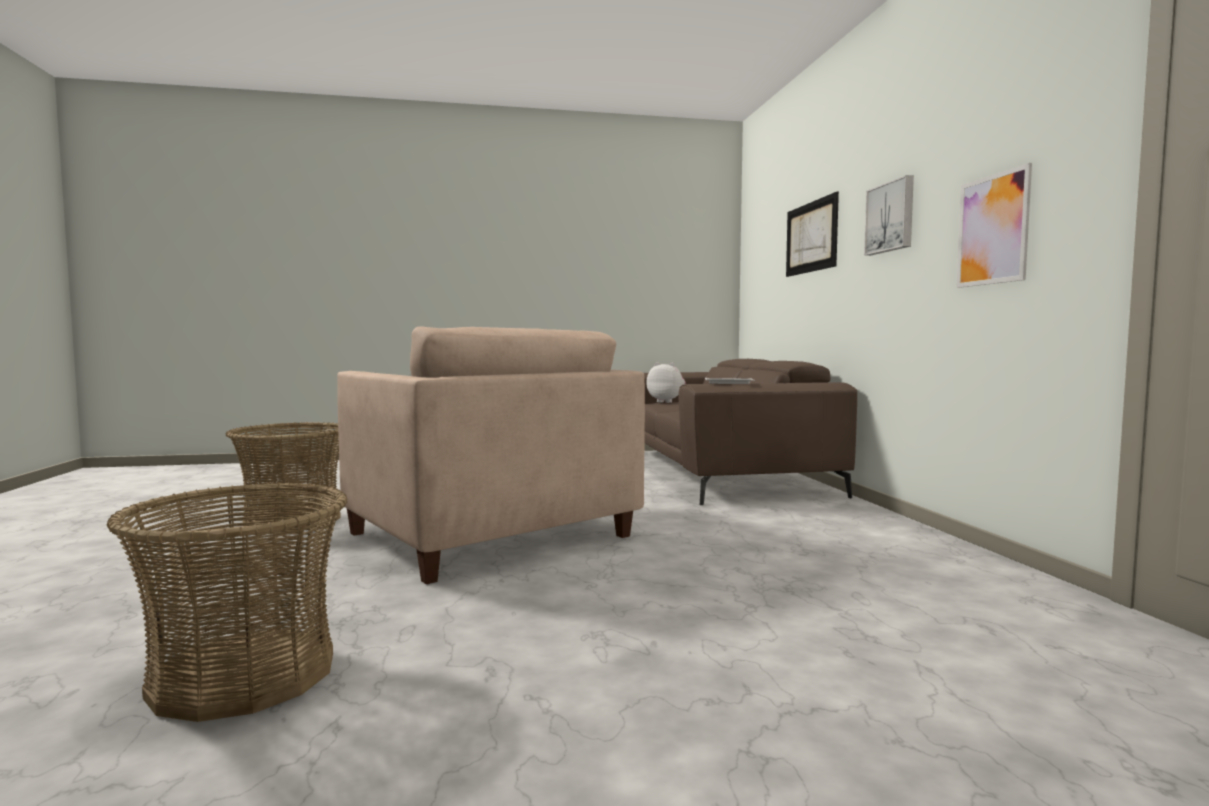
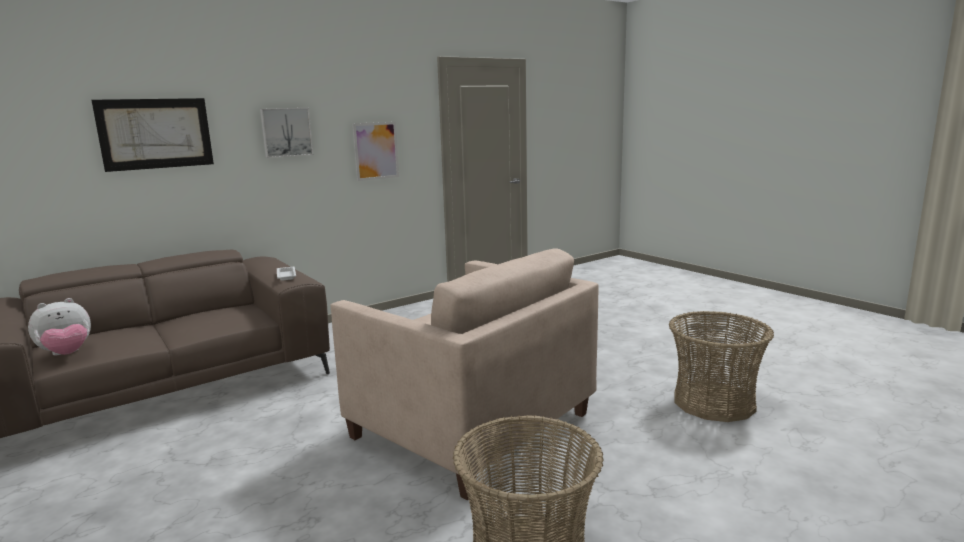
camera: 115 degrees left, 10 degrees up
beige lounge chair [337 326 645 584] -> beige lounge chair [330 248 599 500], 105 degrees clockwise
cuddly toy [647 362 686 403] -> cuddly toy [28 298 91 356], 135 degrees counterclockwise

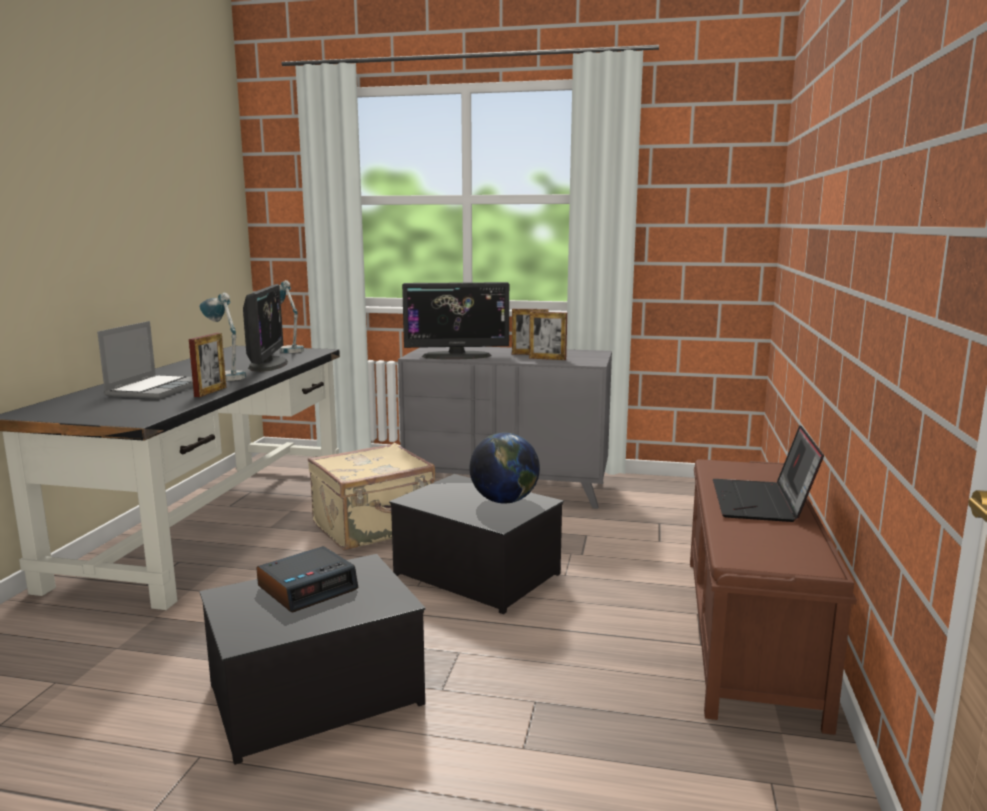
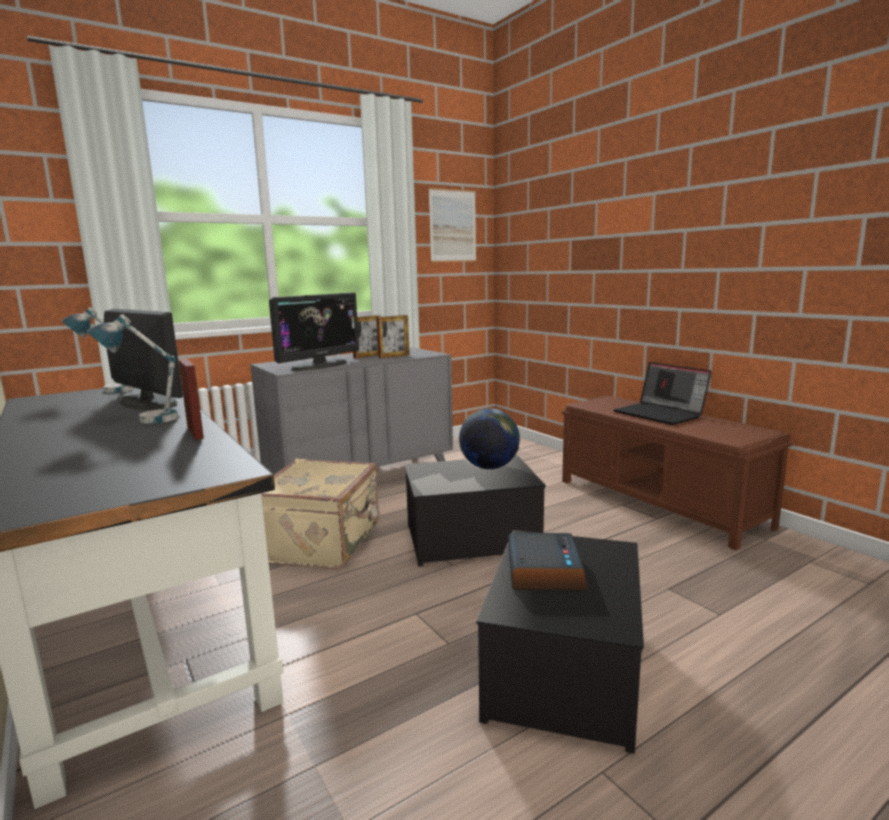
camera: 45 degrees left, 0 degrees up
laptop [97 321 193 399] -> none
none -> picture [429 188 476 262]

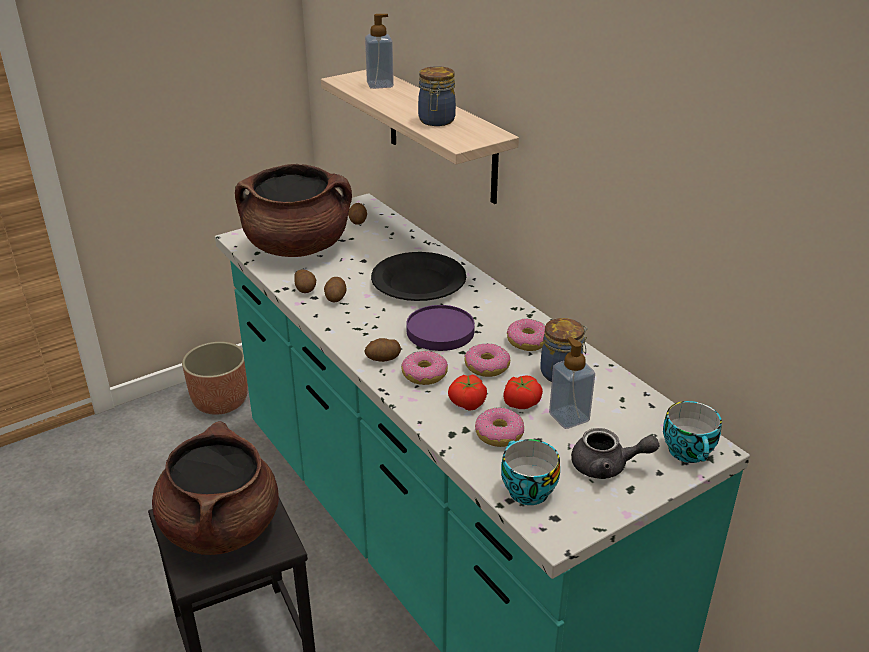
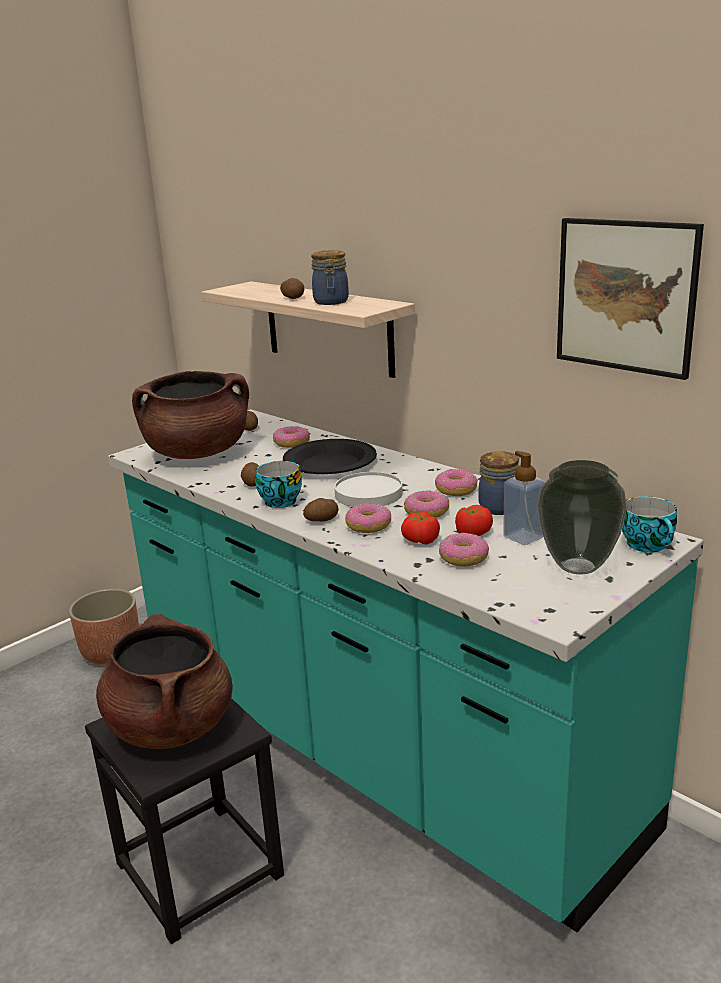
camera: 10 degrees left, 10 degrees down
soap bottle [365 14 394 89] -> none
spud [294 269 316 293] -> spud [280 278 304 299], relocated
purple-coloured flat dish [406 305 475 351] -> whitish flat dish [334 472 403 507]
greyish tea pot [571 428 659 479] -> vase [537 460 627 574]
cup [501 439 560 505] -> cup [255 461 302 508], relocated
none -> picture [557 218 704 380]
none -> ring doughnut [273 426 310 448]

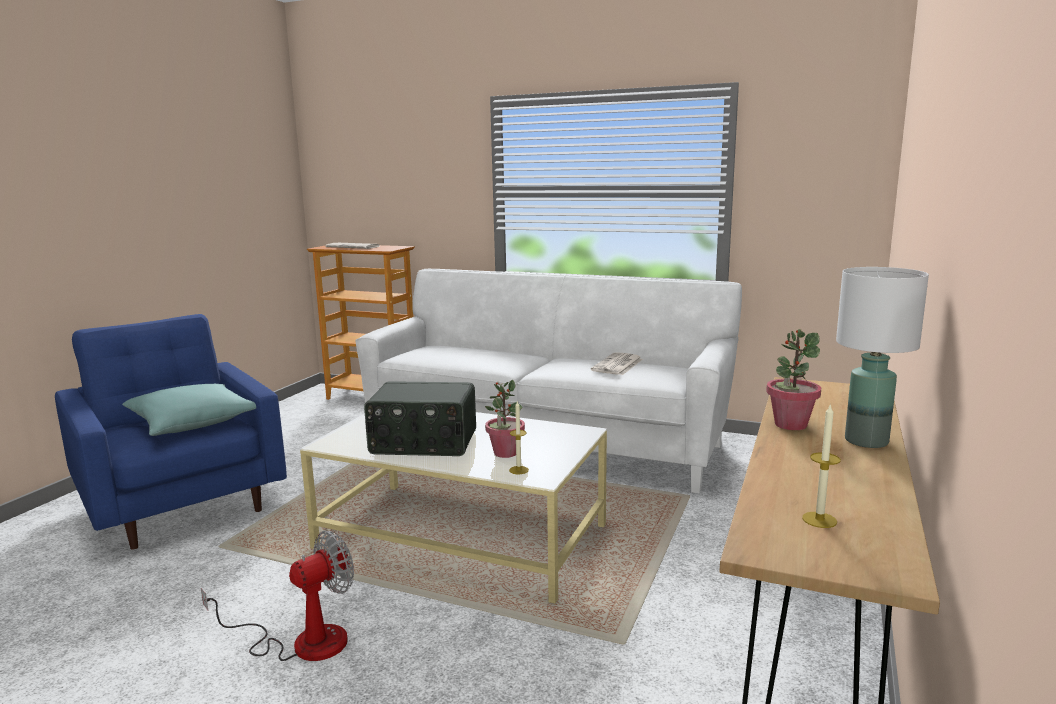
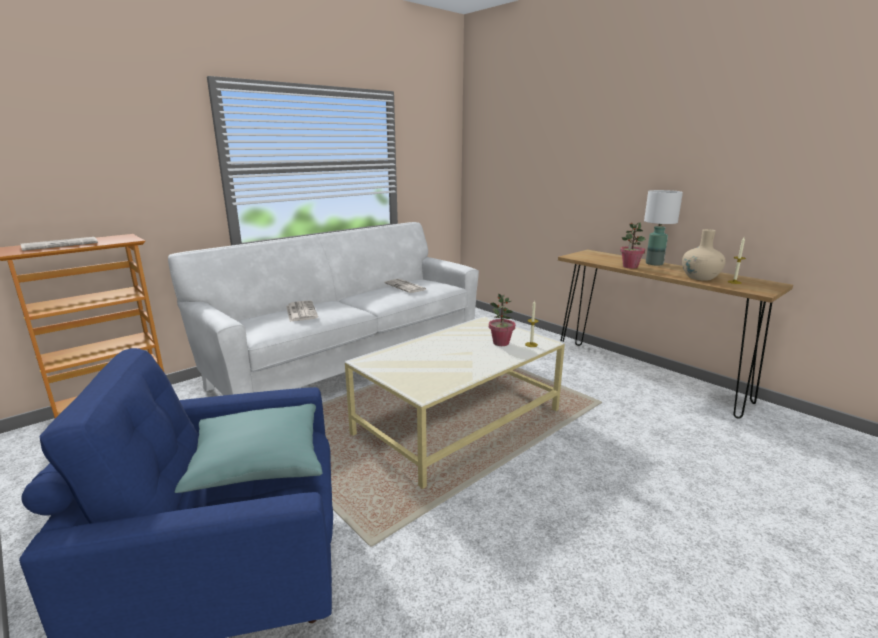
camera: 65 degrees left, 5 degrees up
radio receiver [364 381 476 456] -> none
fan [201 531 354 661] -> none
none -> beige vase [682 229 726 281]
none -> printed paper [286 301 318 321]

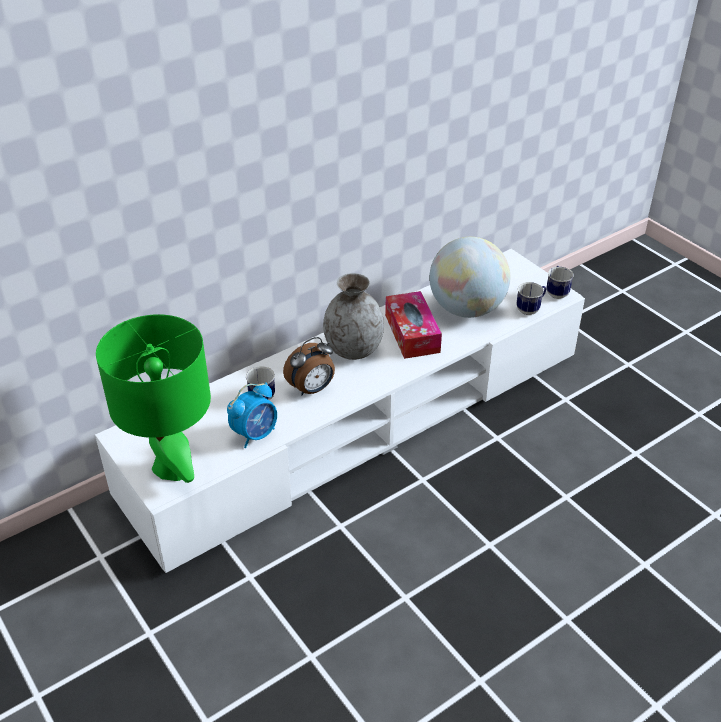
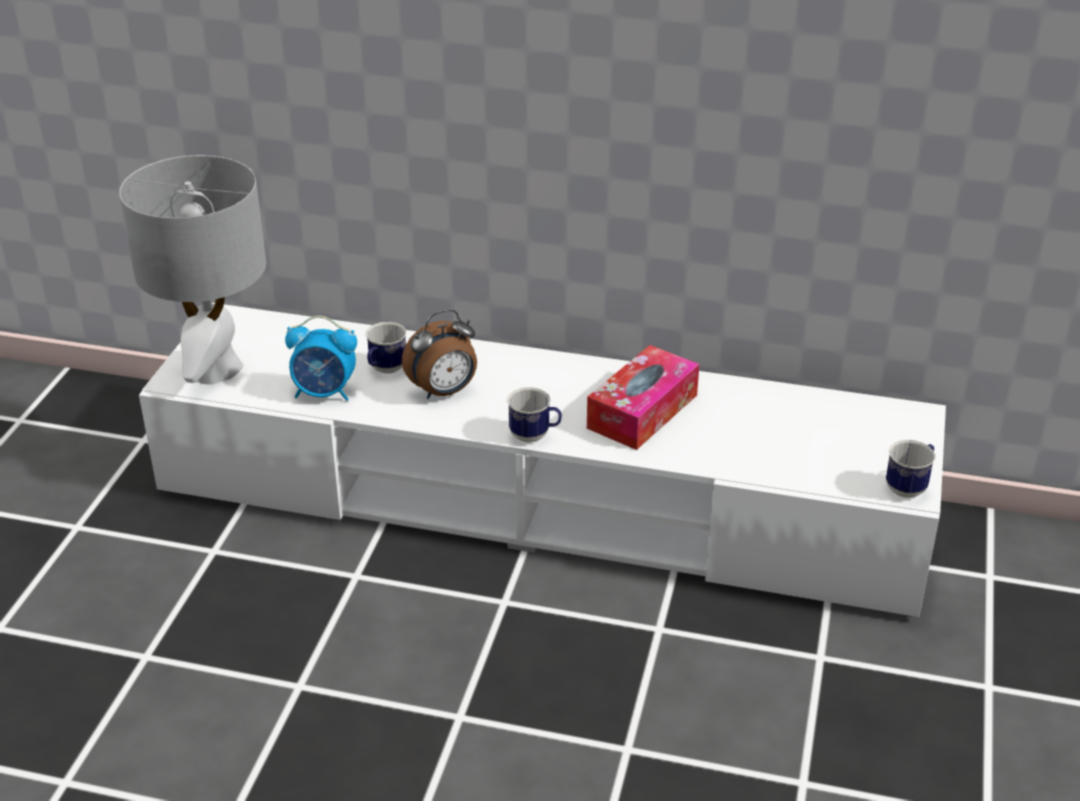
camera: 50 degrees right, 5 degrees down
desk globe [429 237 510 318] -> none
greyish vase [323 273 384 360] -> none
mug [516 282 546 315] -> mug [507 387 562 443], relocated
green-coloured table lamp [96 314 211 483] -> greyish table lamp [119 155 266 385]
table clock [283 337 335 395] -> table clock [402 309 477 399], 45 degrees counterclockwise

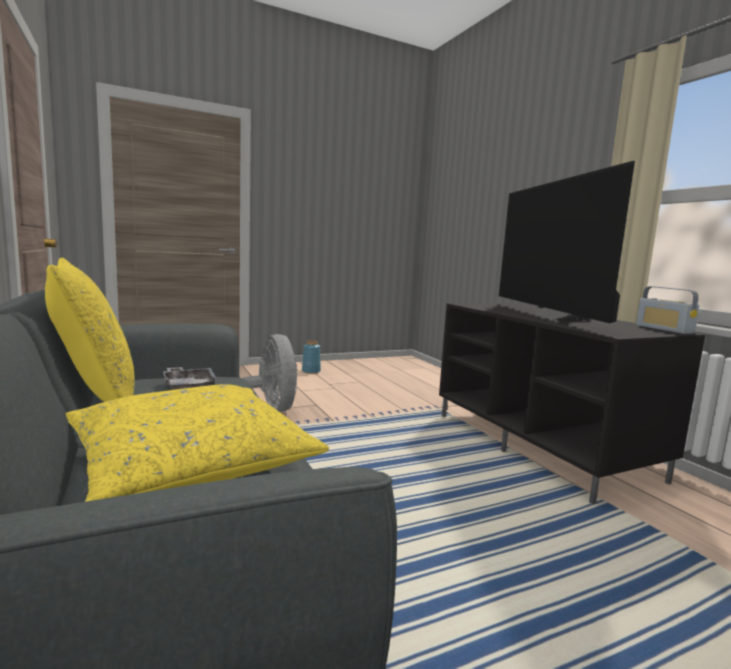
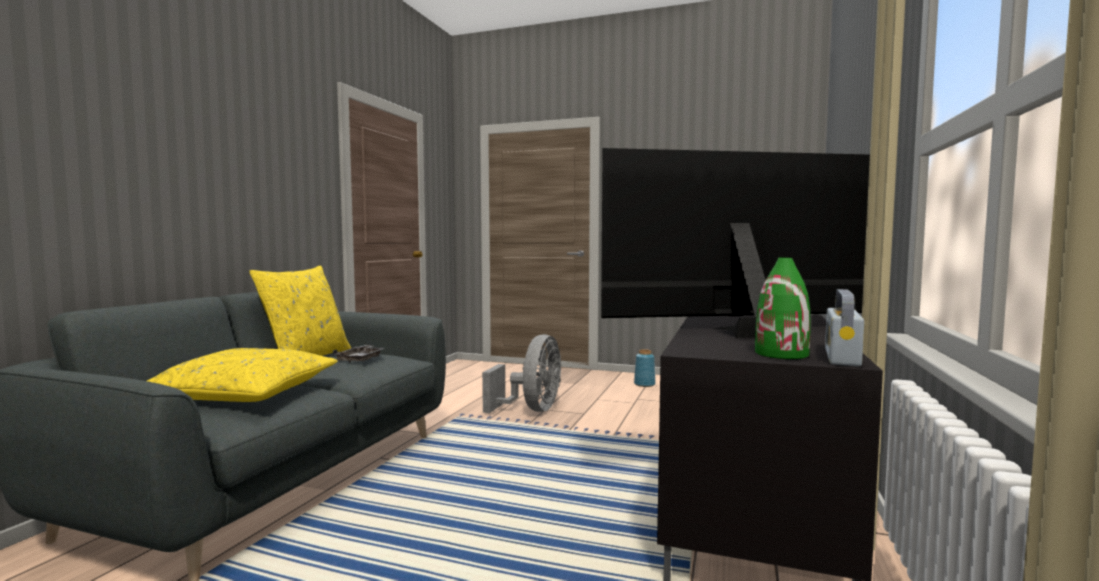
camera: 45 degrees right, 5 degrees down
TV [499 161 635 323] -> TV [601 148 870 338], 45 degrees clockwise
none -> green-coloured vase [755 258 810 359]

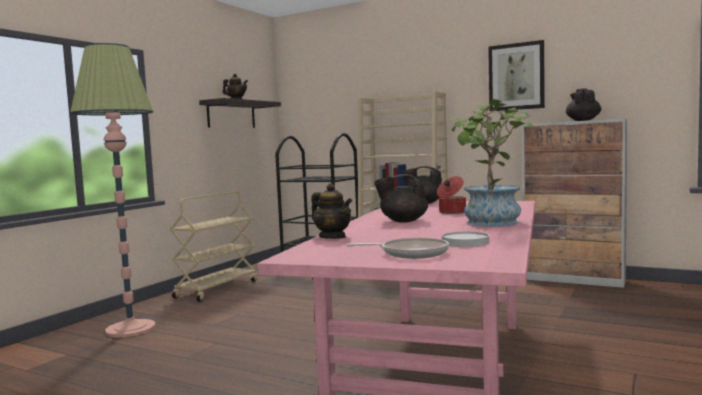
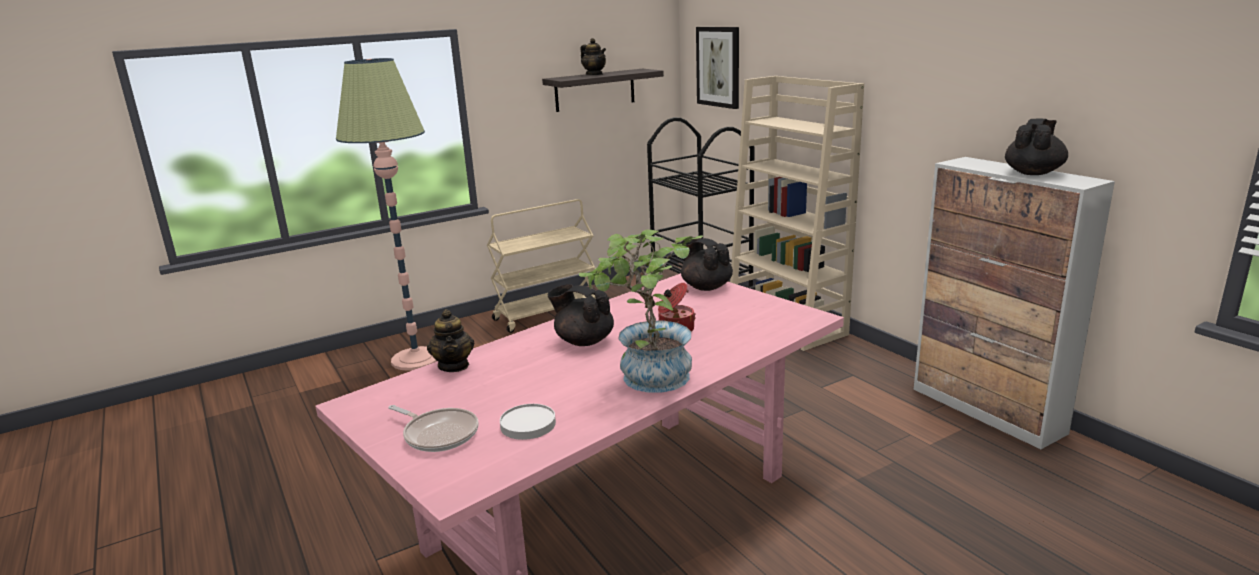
camera: 30 degrees right, 15 degrees up
picture [488 40 545 111] -> picture [696 27 739 109], relocated

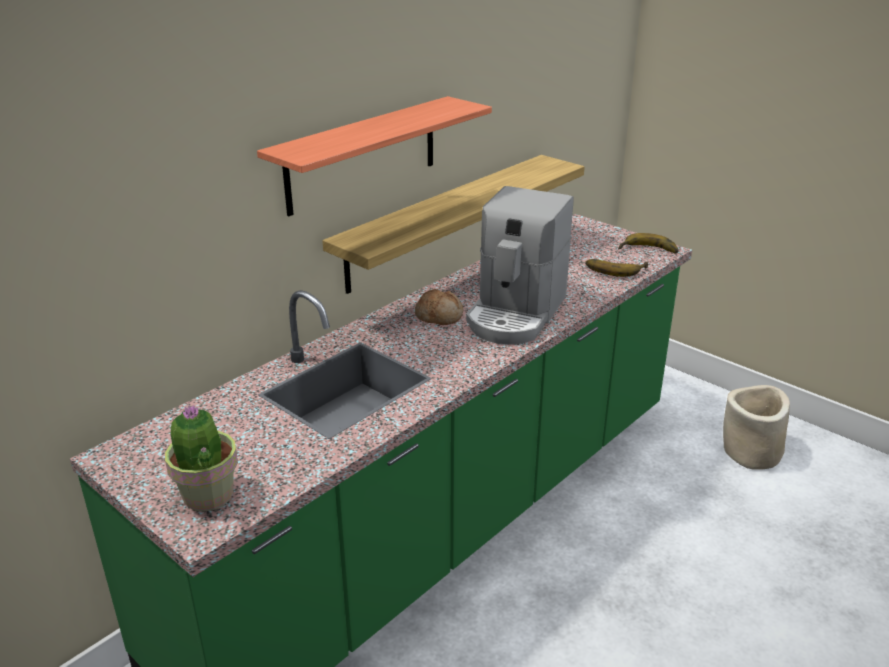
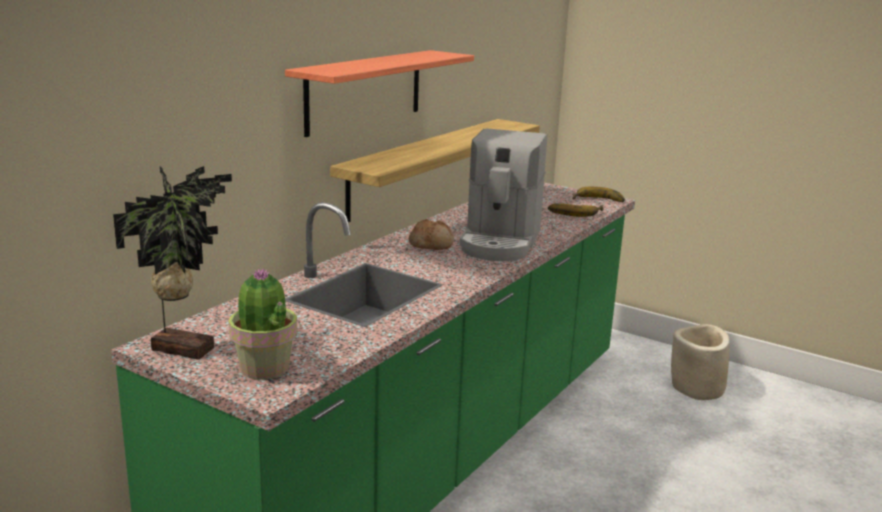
camera: 10 degrees left, 10 degrees down
none -> houseplant [113 166 232 360]

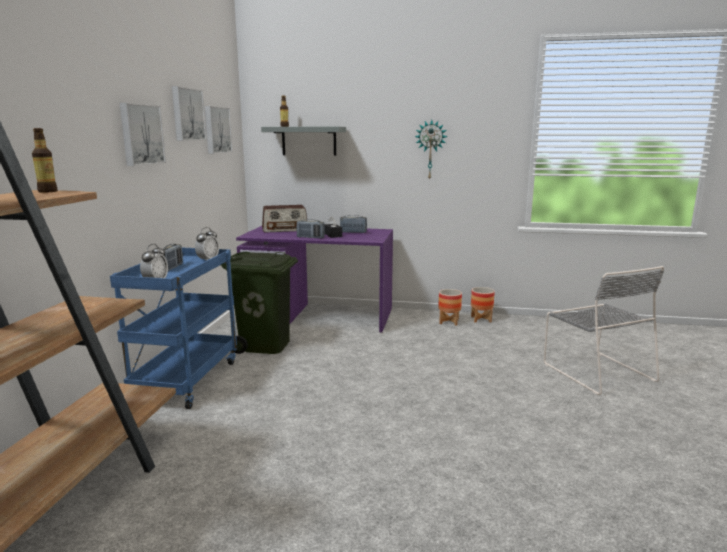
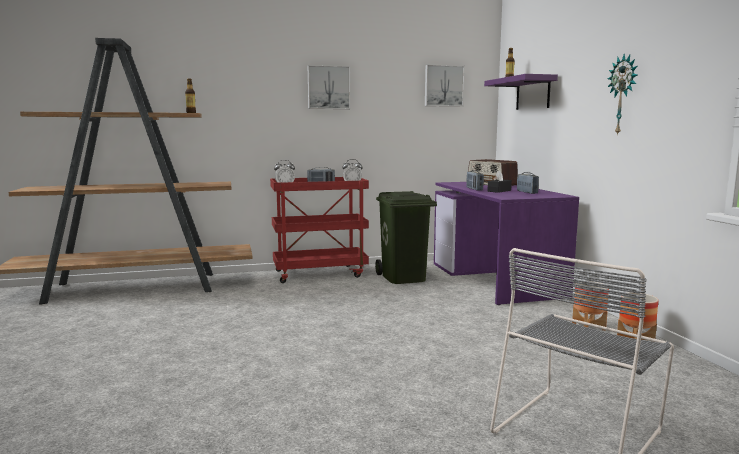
camera: 65 degrees right, 5 degrees down
picture [172 86 207 141] -> none
greyish wall shelf [261 127 346 156] -> purple-coloured wall shelf [484 74 558 110]
blue cart [110 248 237 409] -> red cart [270 177 369 283]

